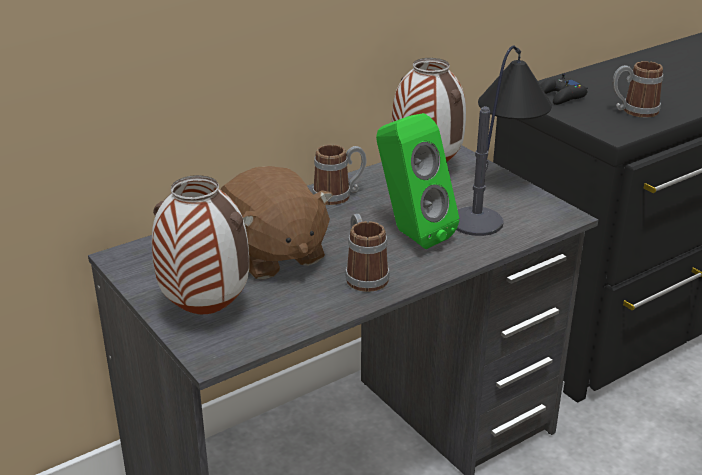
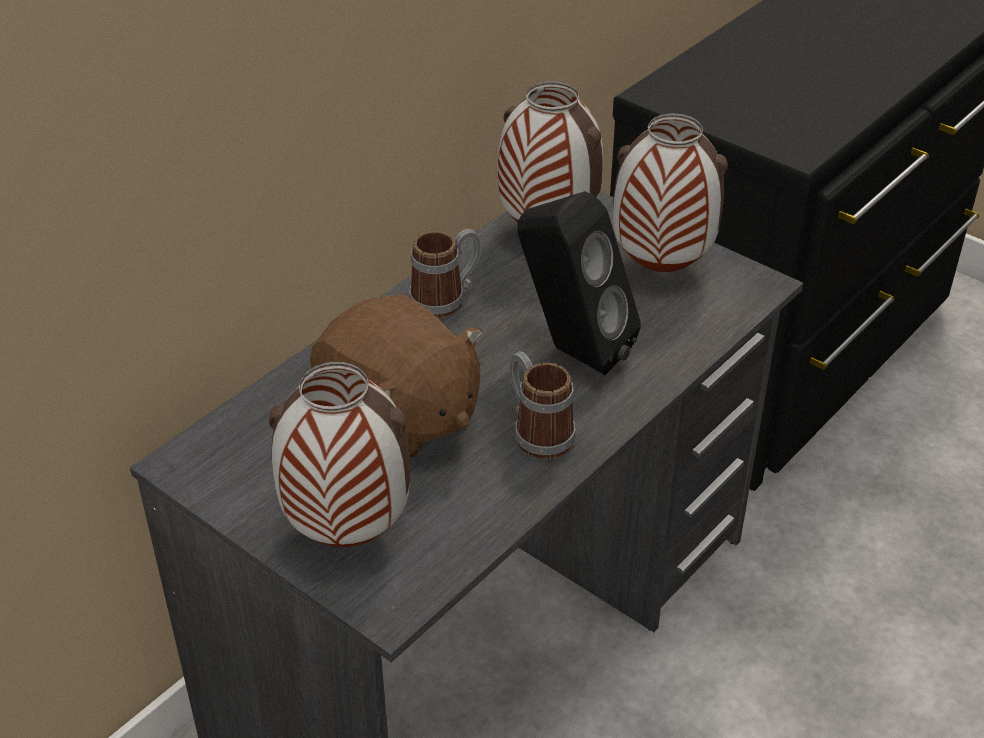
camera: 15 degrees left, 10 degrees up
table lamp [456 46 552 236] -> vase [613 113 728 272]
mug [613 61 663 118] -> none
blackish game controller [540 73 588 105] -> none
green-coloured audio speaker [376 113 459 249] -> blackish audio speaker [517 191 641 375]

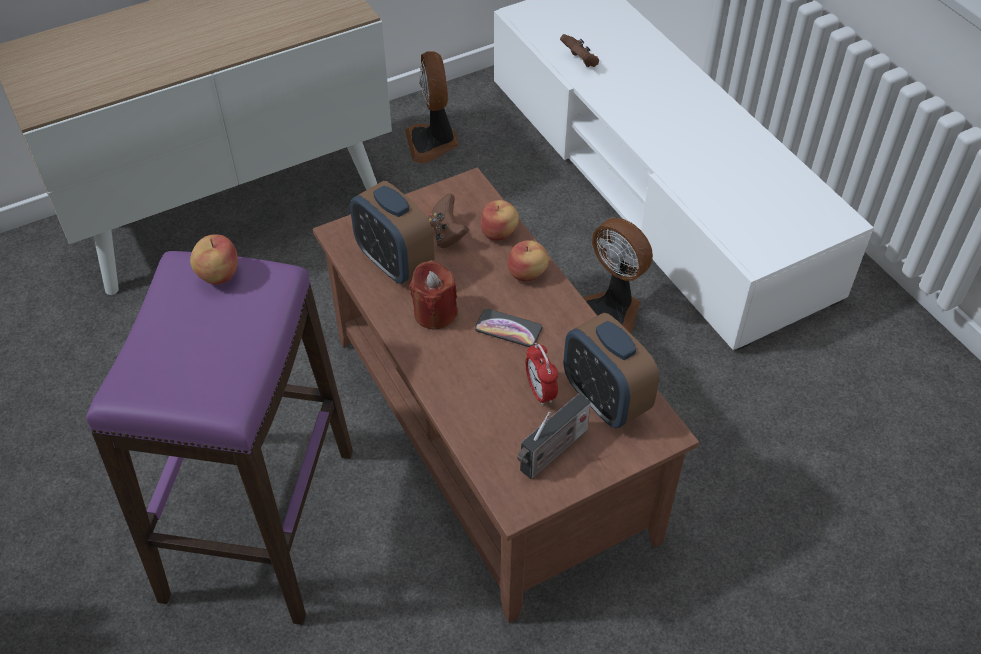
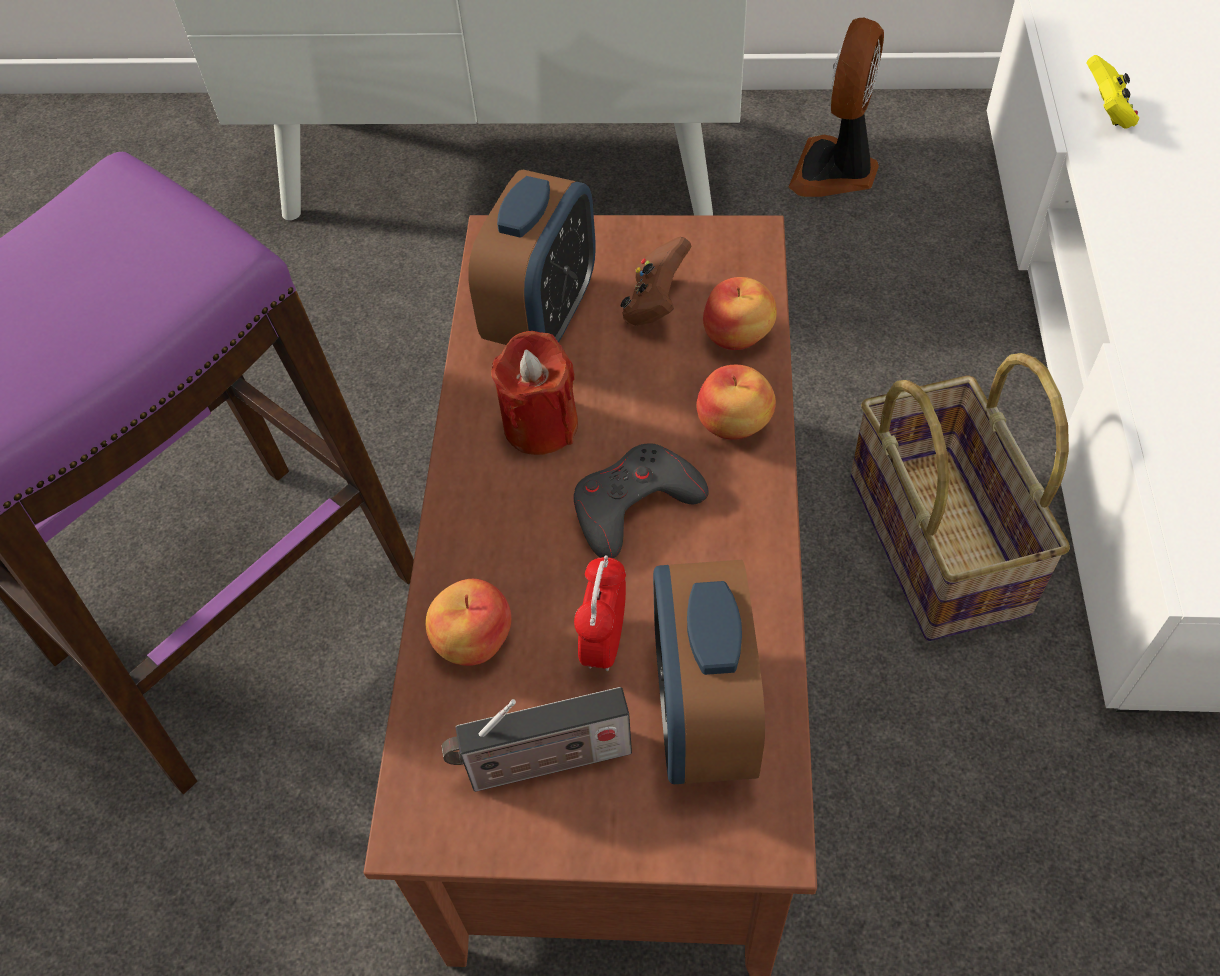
camera: 35 degrees right, 5 degrees up
brown game controller [560 34 599 67] -> yellowish game controller [1086 55 1139 129]
table clock [350 181 434 284] -> table clock [468 170 596 345], 150 degrees counterclockwise
fan [584 218 653 333] -> basket [851 353 1070 641]
apple [190 234 238 284] -> apple [426 579 511 666], relocated
telephone [475 309 542 347] -> greyish game controller [574 443 709 558]

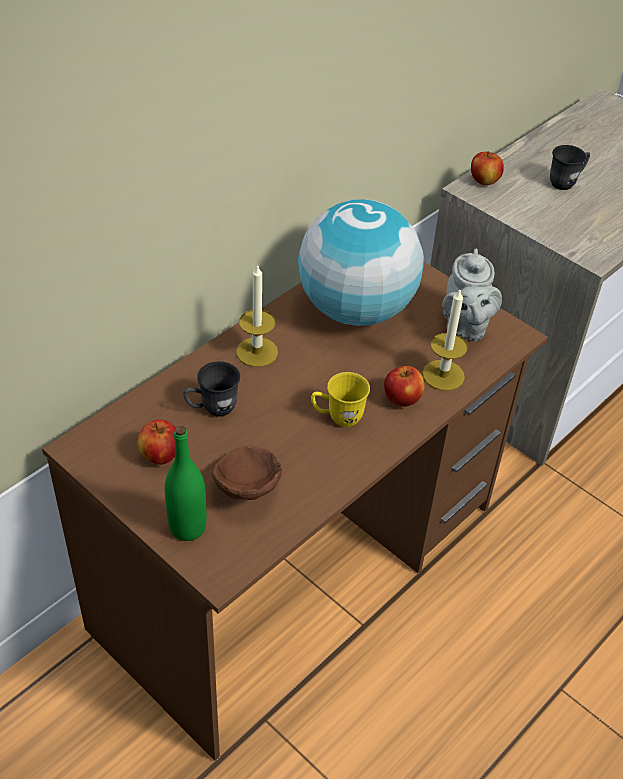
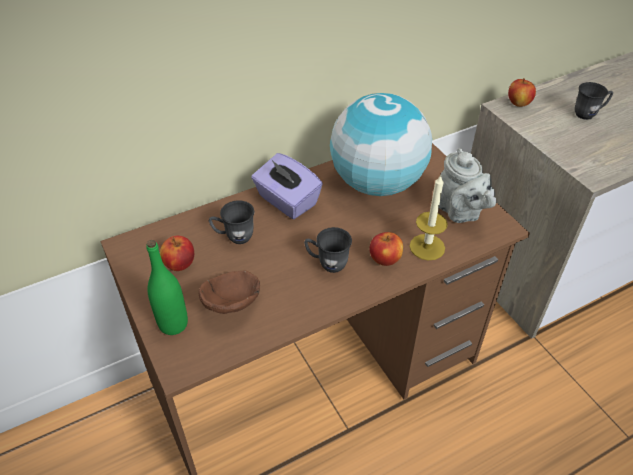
camera: 20 degrees right, 0 degrees up
greyish tea pot [443 249 502 341] -> greyish tea pot [439 148 497 223], 45 degrees counterclockwise
candle [236 264 278 367] -> purple-coloured box of tissues [251 153 323 219]
yellowish mug [311 372 370 427] -> greyish mug [304 227 352 273]

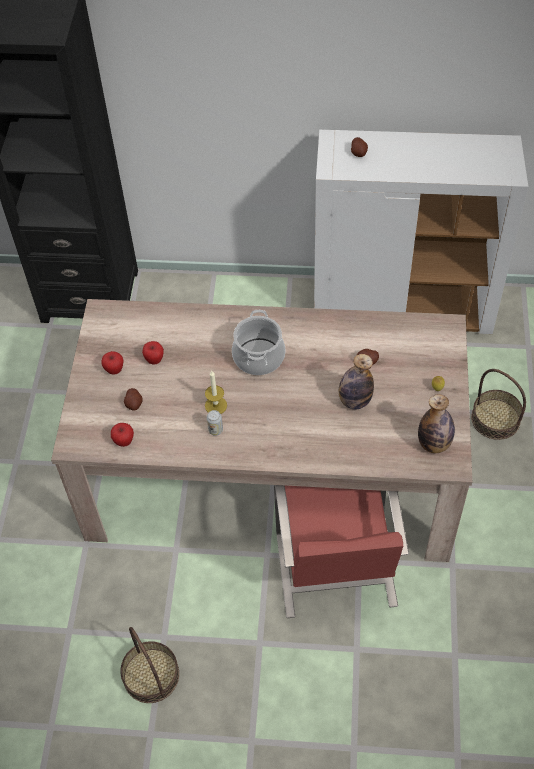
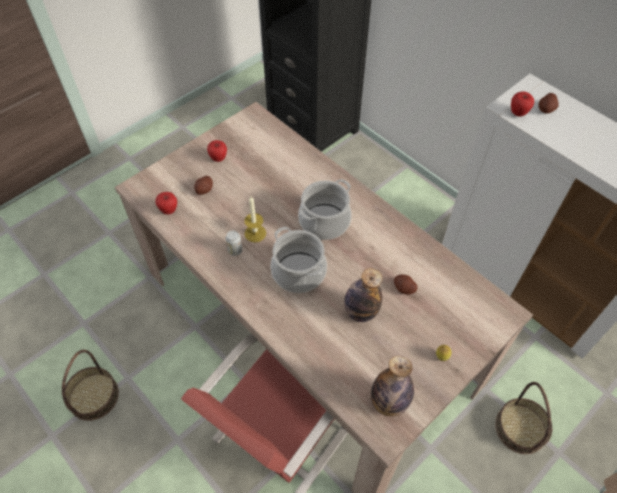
camera: 40 degrees right, 0 degrees up
apple [142 341 164 364] -> apple [511 92 534 116], relocated
none -> stockpot [270 227 327 293]

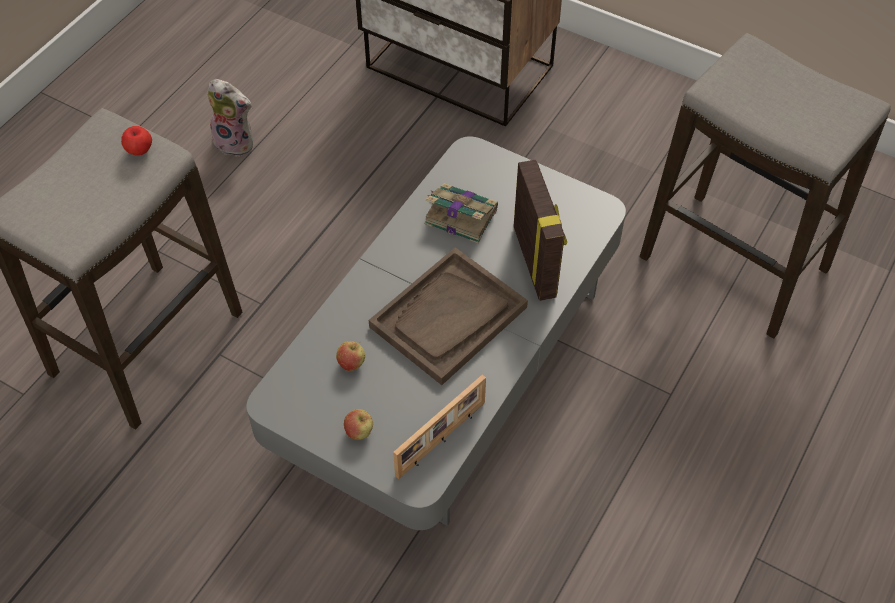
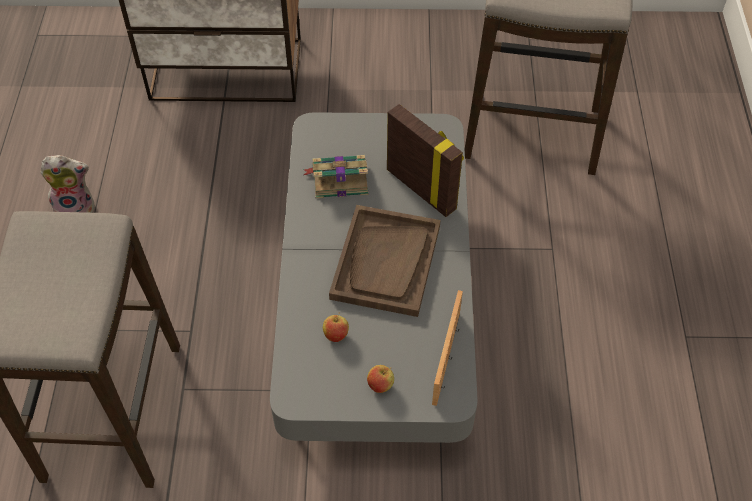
camera: 30 degrees left, 0 degrees up
apple [121 126 152 156] -> none

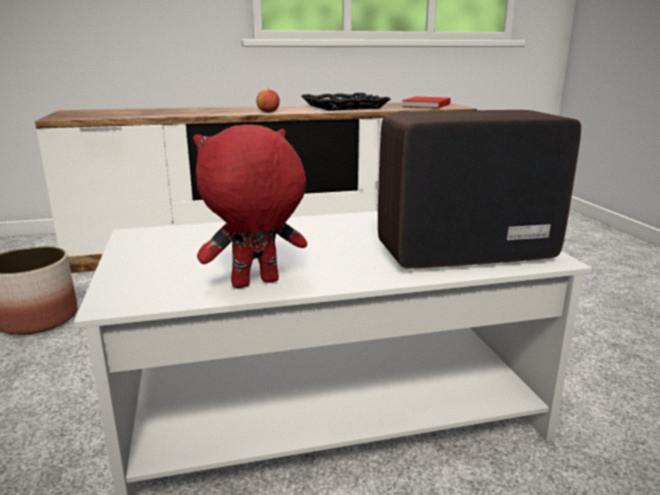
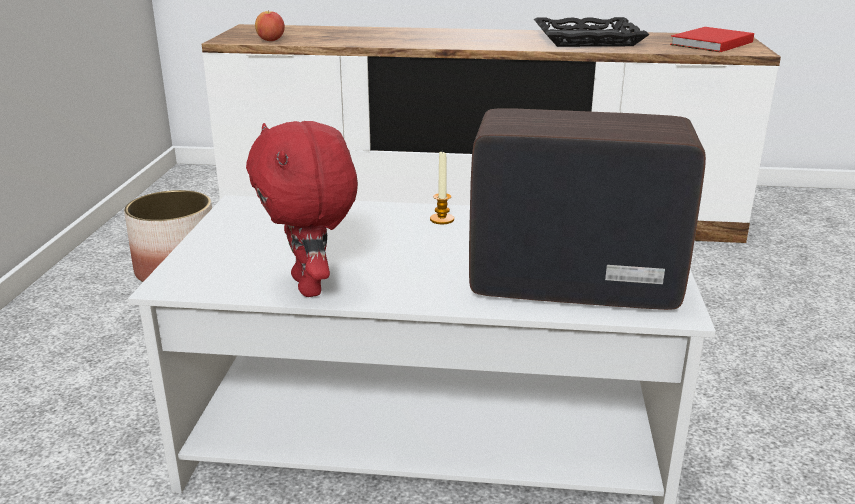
camera: 20 degrees right, 5 degrees up
apple [256 88 280 113] -> apple [255 11 285 41], relocated
red cuddly toy [193 124 307 288] -> red cuddly toy [246 121 358 297], 105 degrees counterclockwise
none -> candle [430 152 454 224]

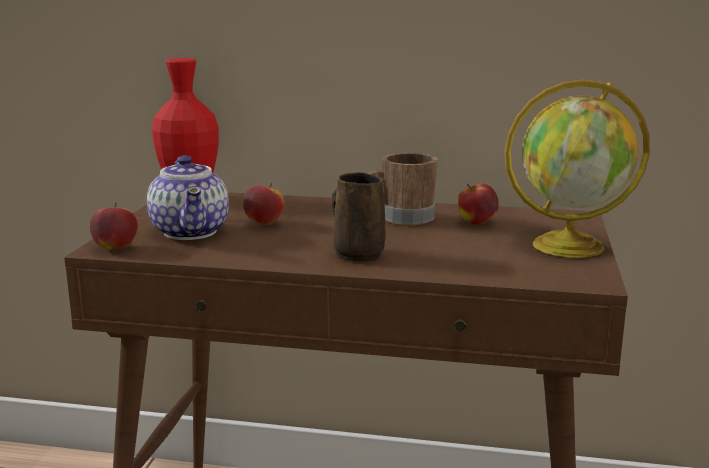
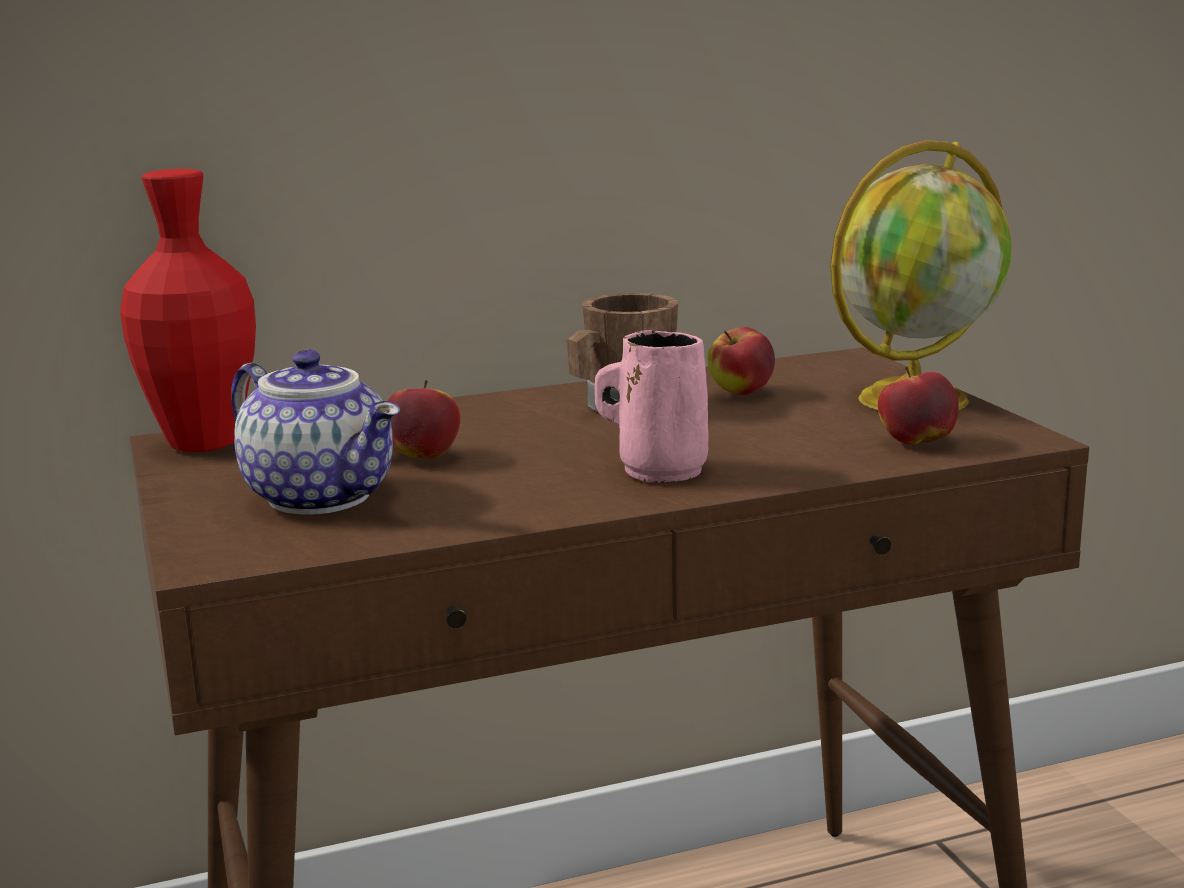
camera: 30 degrees left, 0 degrees up
brown mug [332 172 386 261] -> pinkish mug [595 330 709 483]
apple [90 203 138 249] -> apple [878 367 959 445], relocated

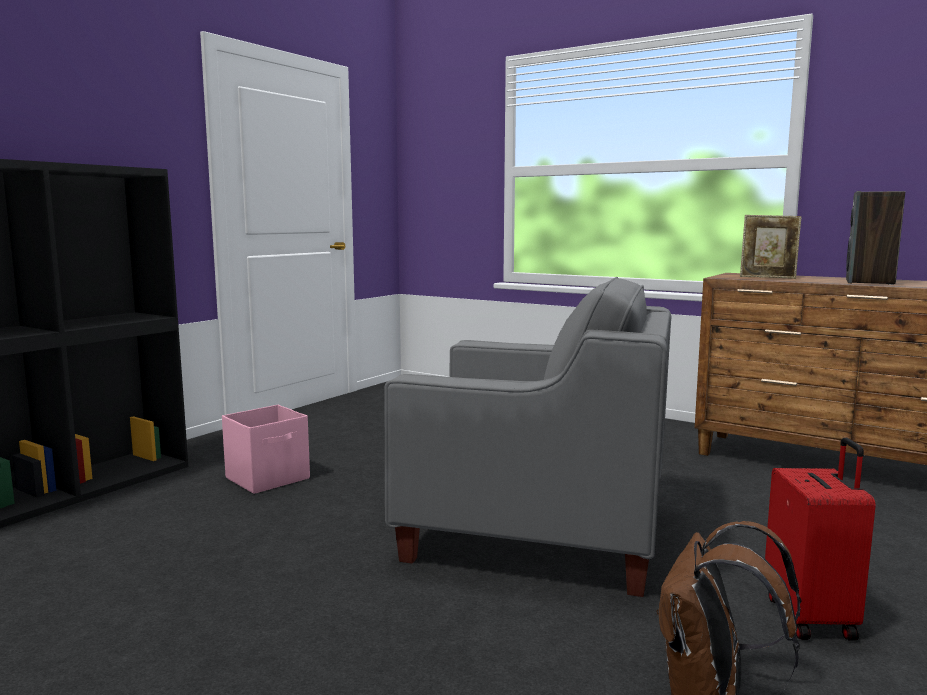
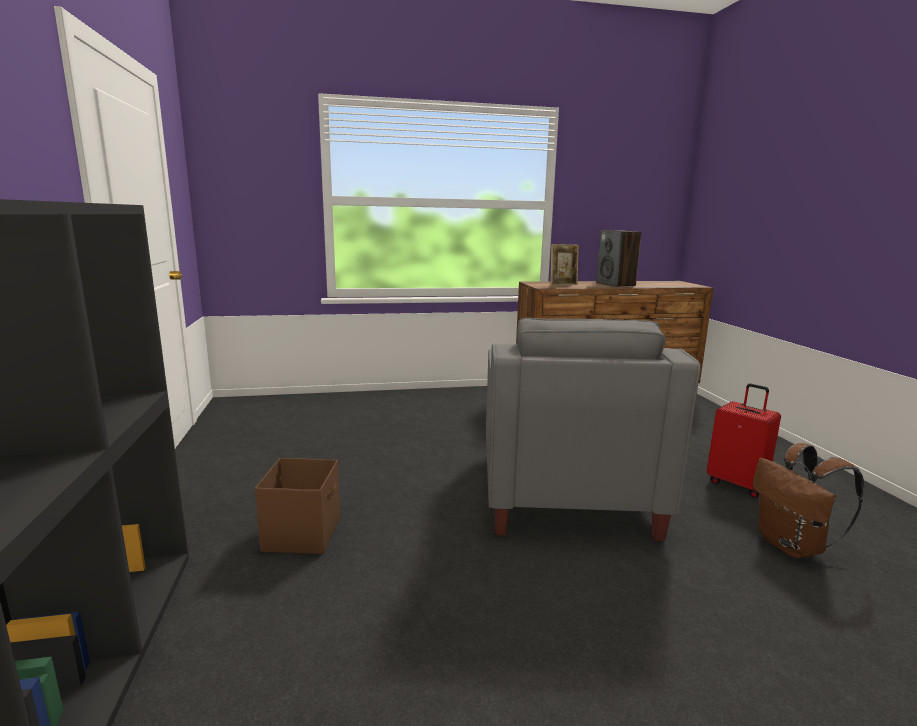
camera: 45 degrees left, 5 degrees up
greyish lounge chair [385 277 672 597] -> greyish lounge chair [486 318 700 542], 120 degrees clockwise
pinkish storage box [222 405 310 494] -> brown storage box [255 458 340 554]

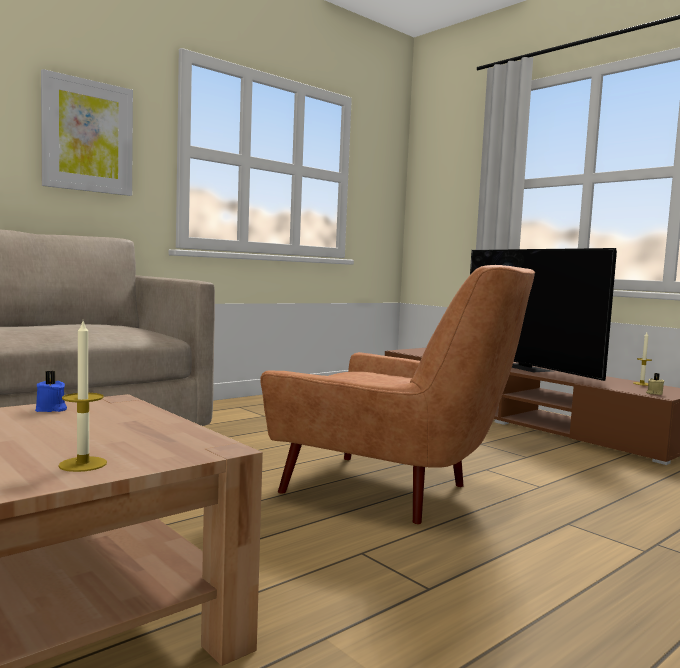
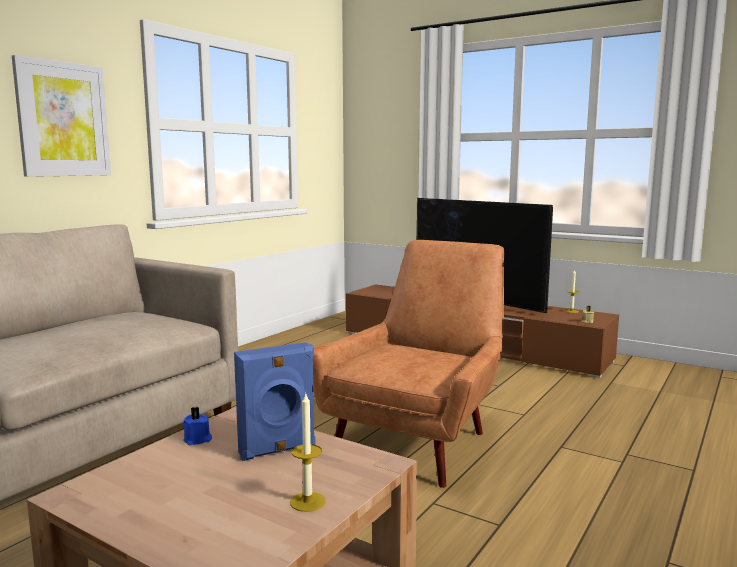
camera: 15 degrees left, 5 degrees up
brown lounge chair [260 265 535 524] -> brown lounge chair [313 240 504 488], 75 degrees counterclockwise
none -> blue audio speaker [234 342 316 461]

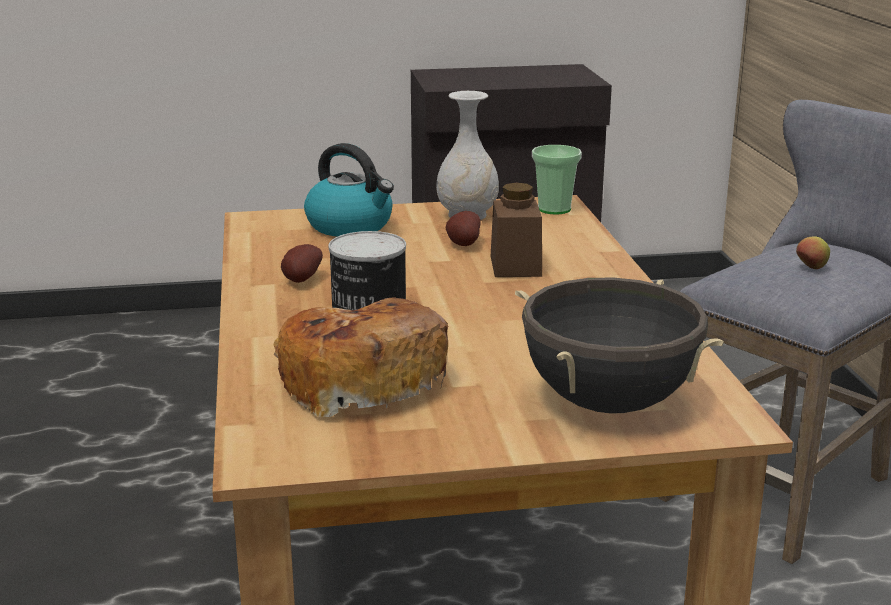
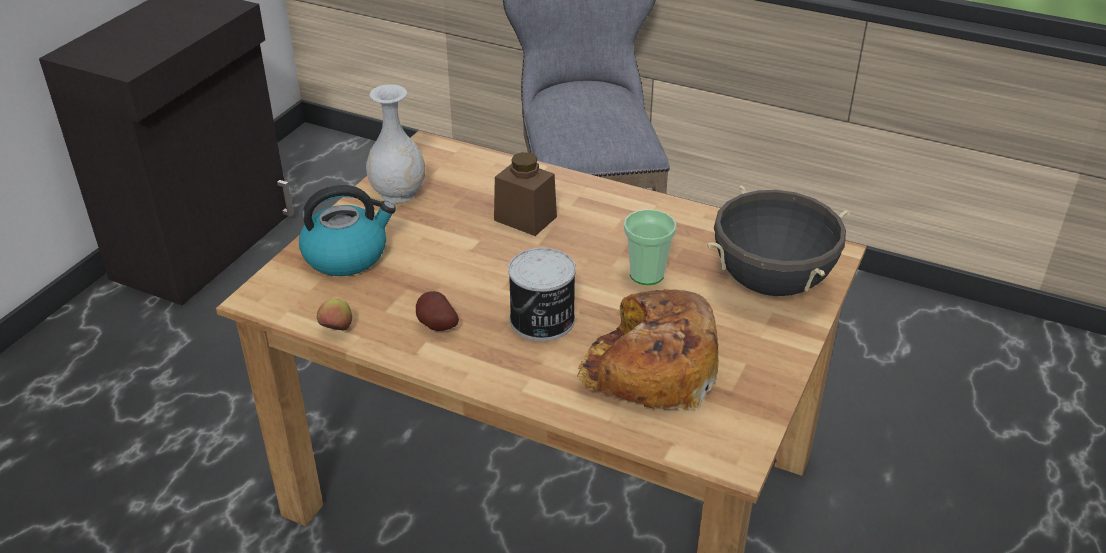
camera: 55 degrees left, 15 degrees up
cup [532 145 582 214] -> cup [624 209 676 285], relocated
spud [446 211 481 246] -> none
apple [796 236 830 269] -> apple [317 299 352 331], relocated

